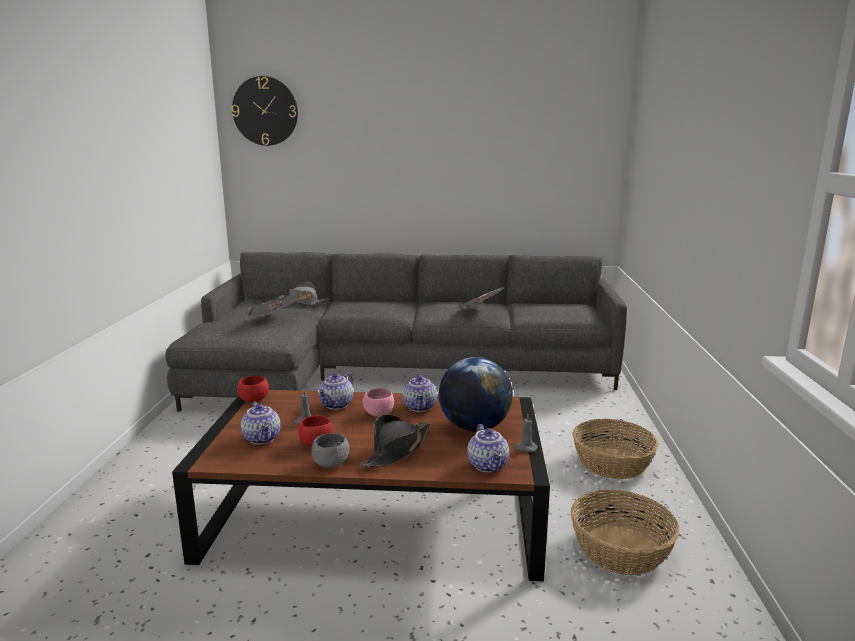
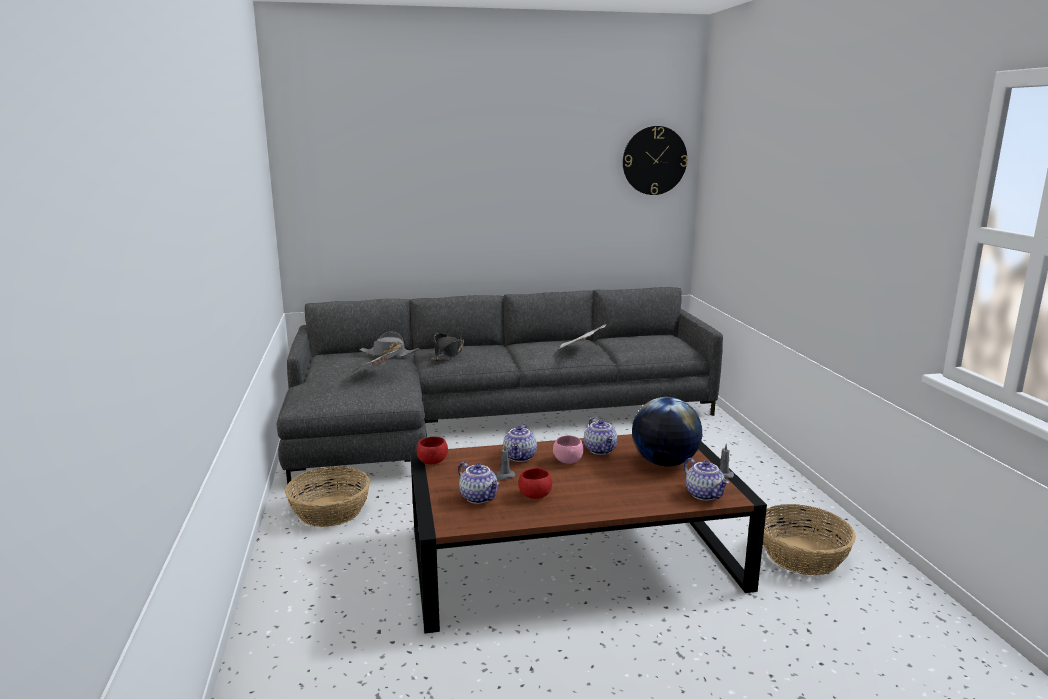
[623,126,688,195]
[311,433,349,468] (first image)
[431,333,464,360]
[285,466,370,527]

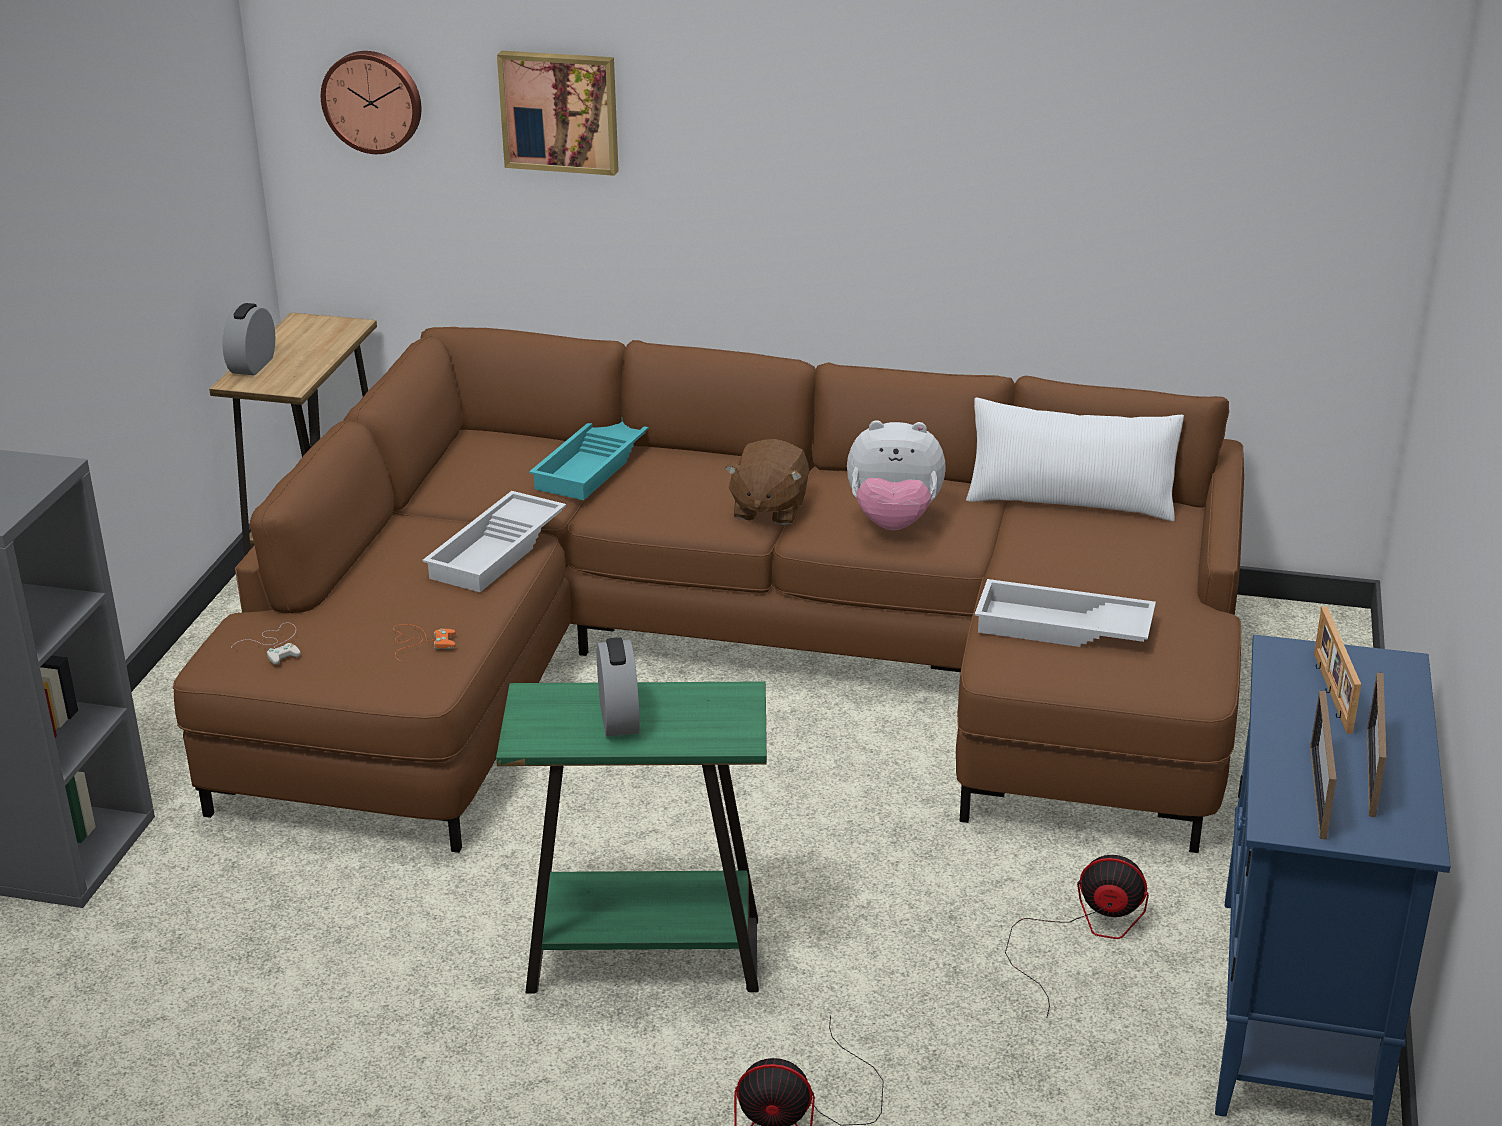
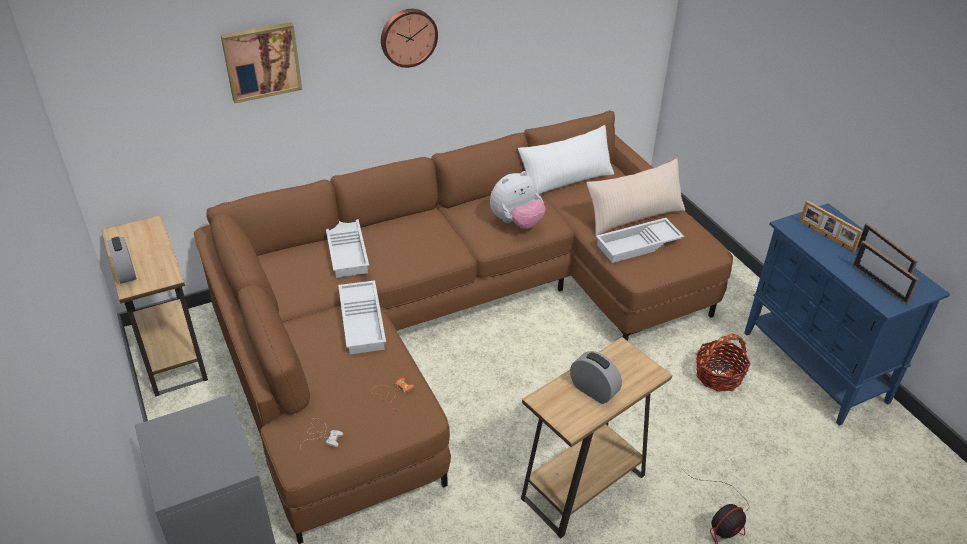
[381,9,438,68]
[521,337,672,539]
[326,219,369,278]
[725,439,809,525] (first image)
[696,333,751,392]
[586,158,685,236]

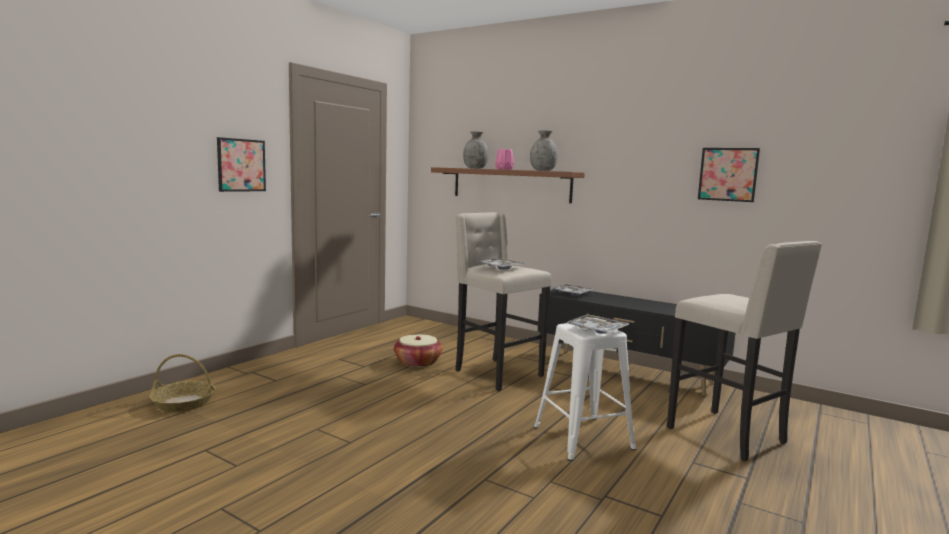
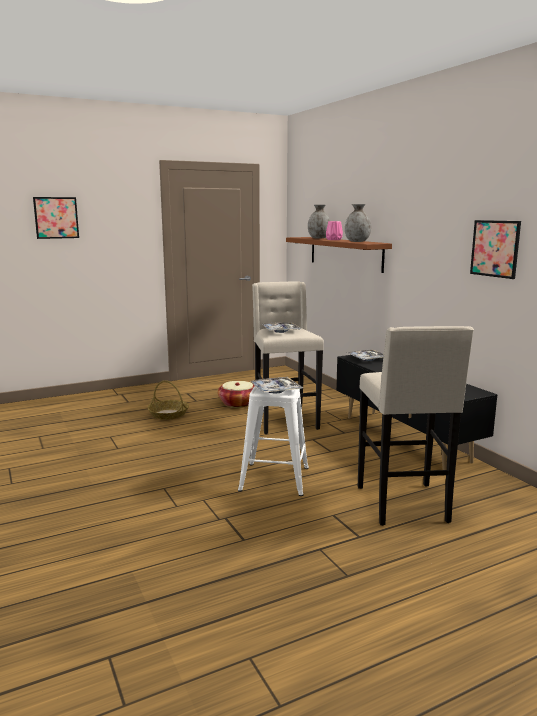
[147,380,189,420]
[33,197,79,239]

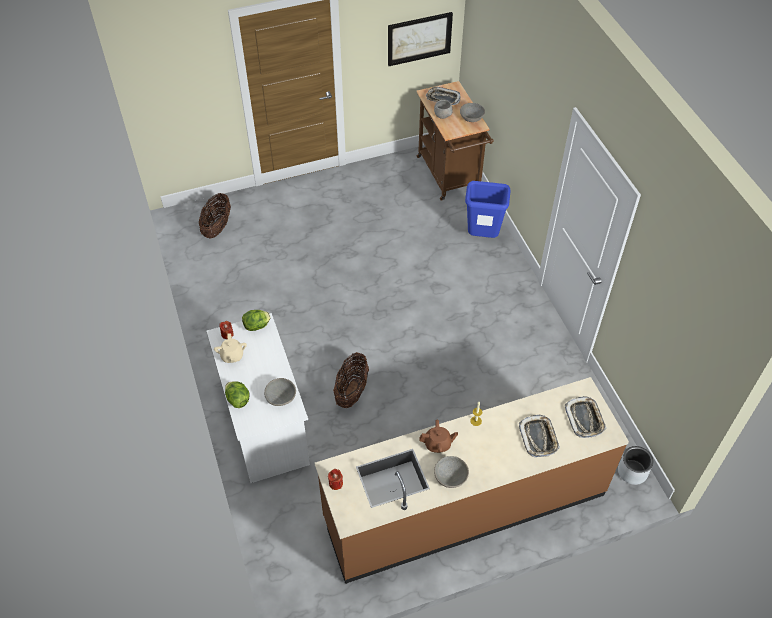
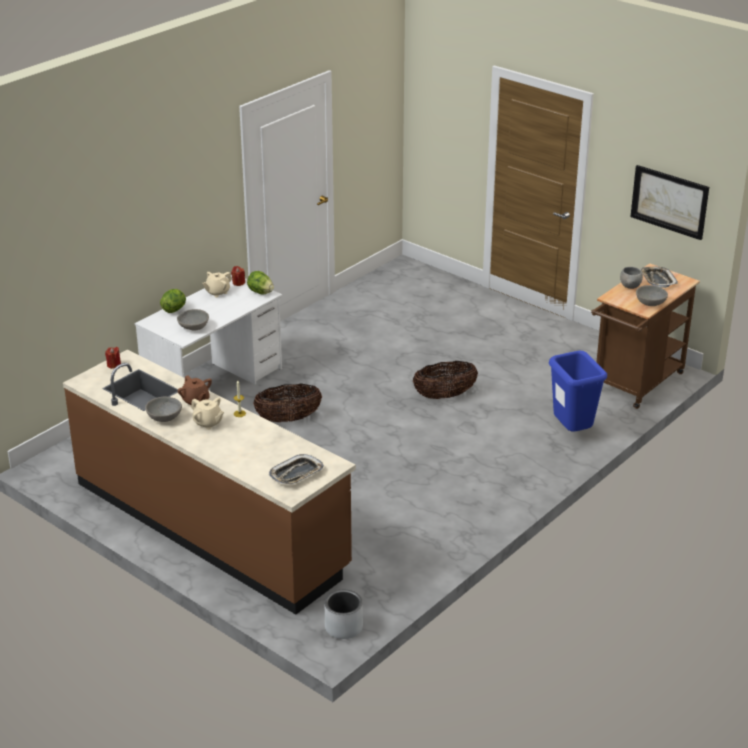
[413,361,478,399]
[519,415,560,457] (first image)
[191,397,224,430]

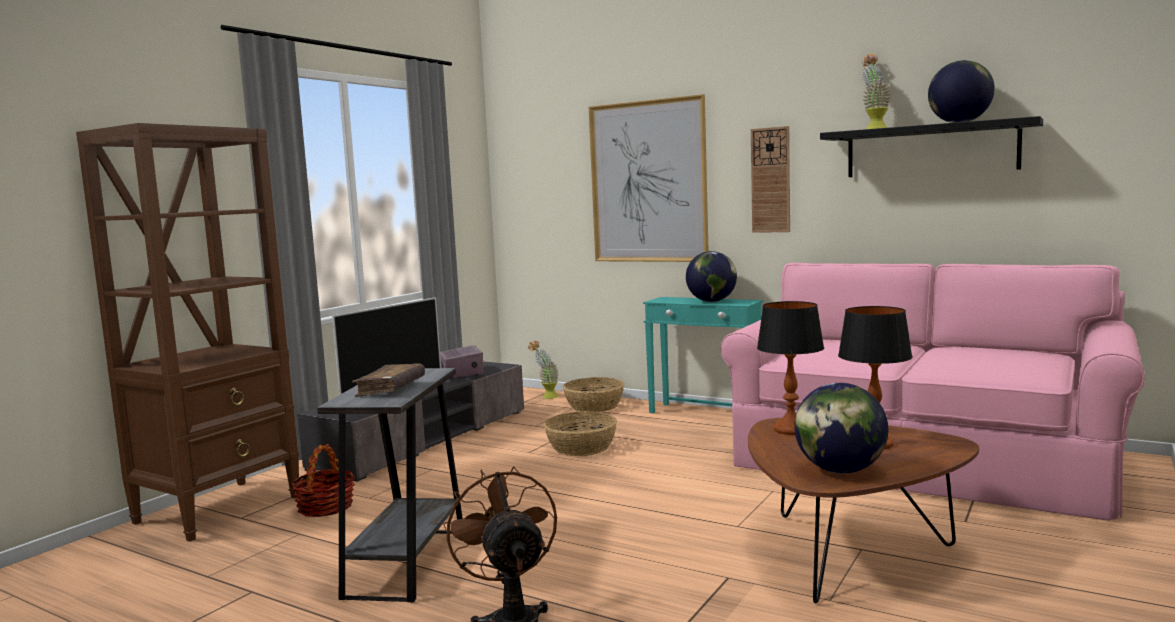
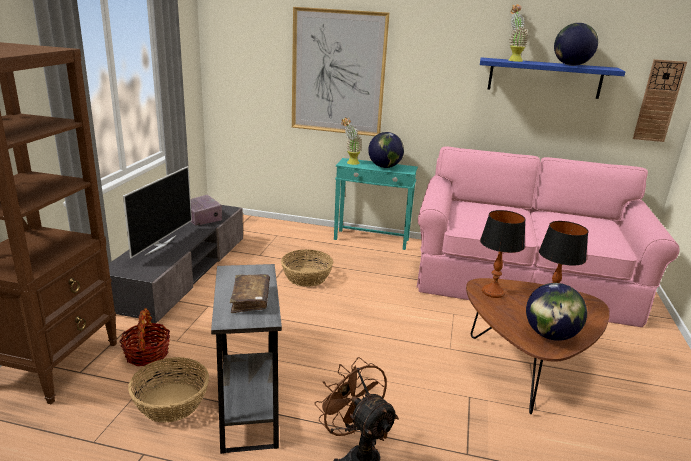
[341,117,362,165]
[128,357,209,423]
[633,59,687,142]
[480,57,626,99]

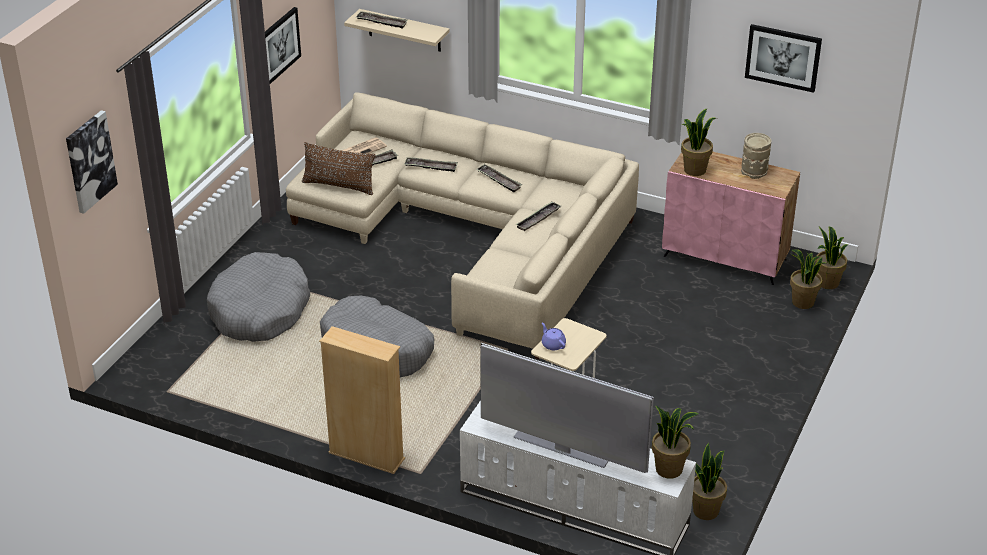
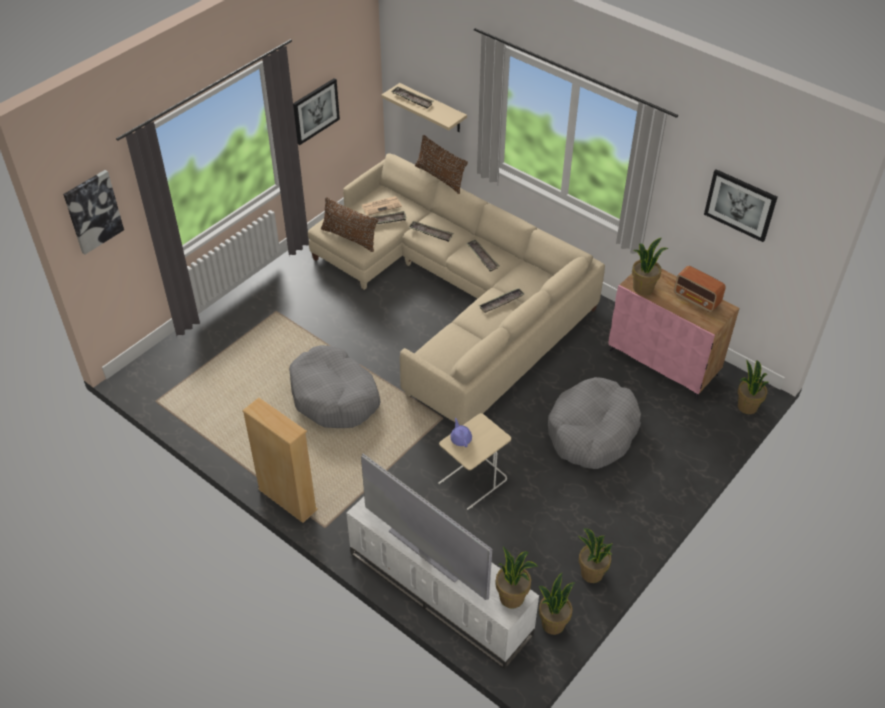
[548,377,641,469]
[674,266,726,312]
[579,528,613,583]
[415,135,468,194]

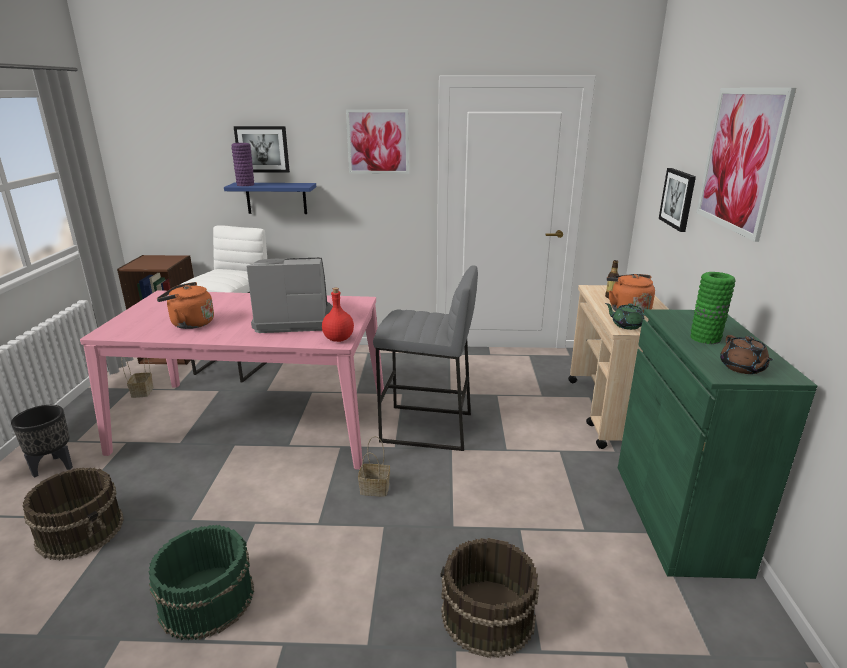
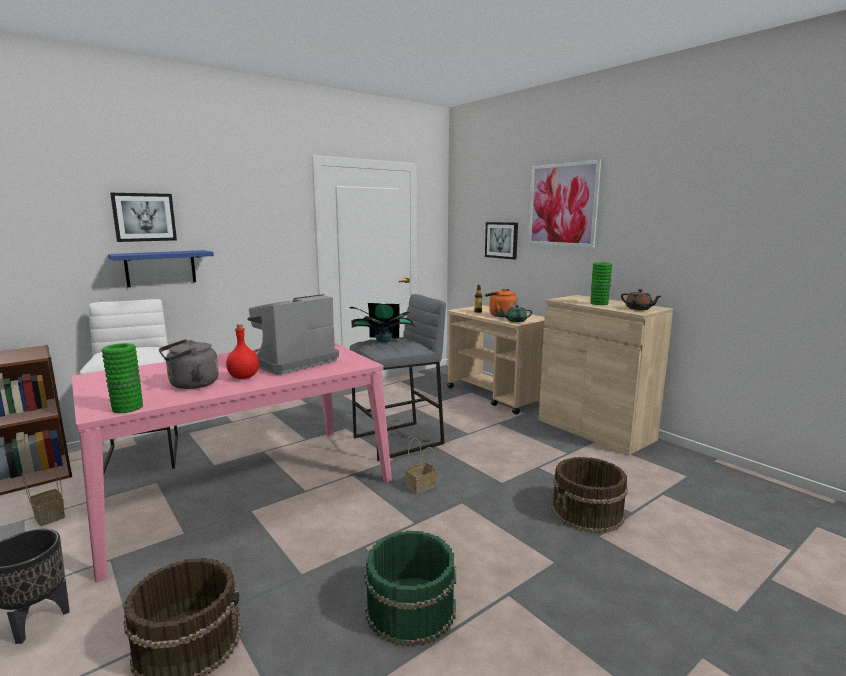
[159,339,219,389]
[231,143,254,186] (first image)
[226,324,259,379]
[346,109,409,174] (first image)
[539,295,673,455]
[102,343,143,413]
[350,303,415,342]

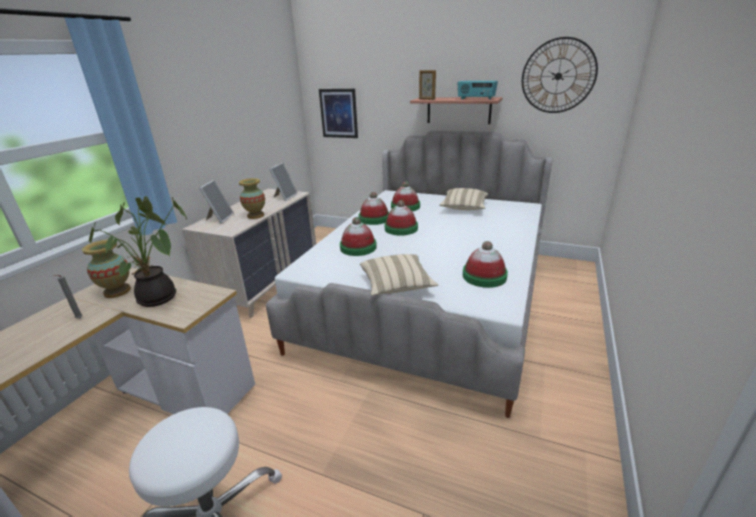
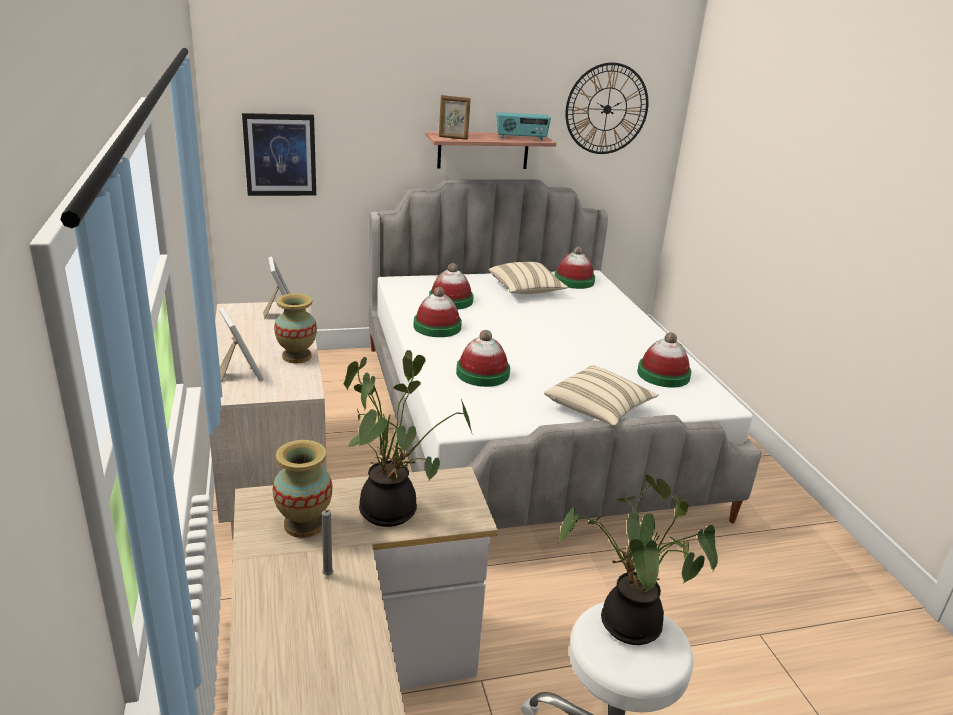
[555,246,595,289]
[558,474,718,645]

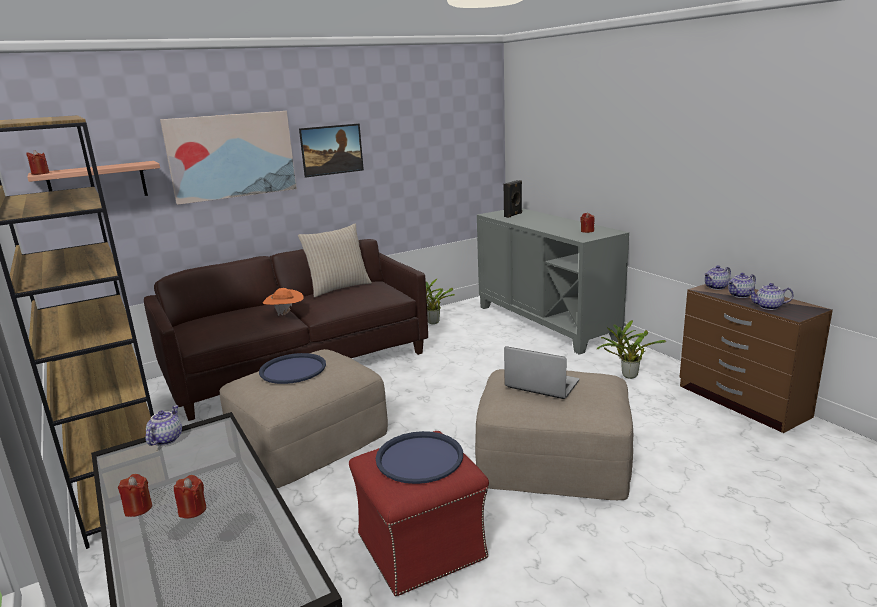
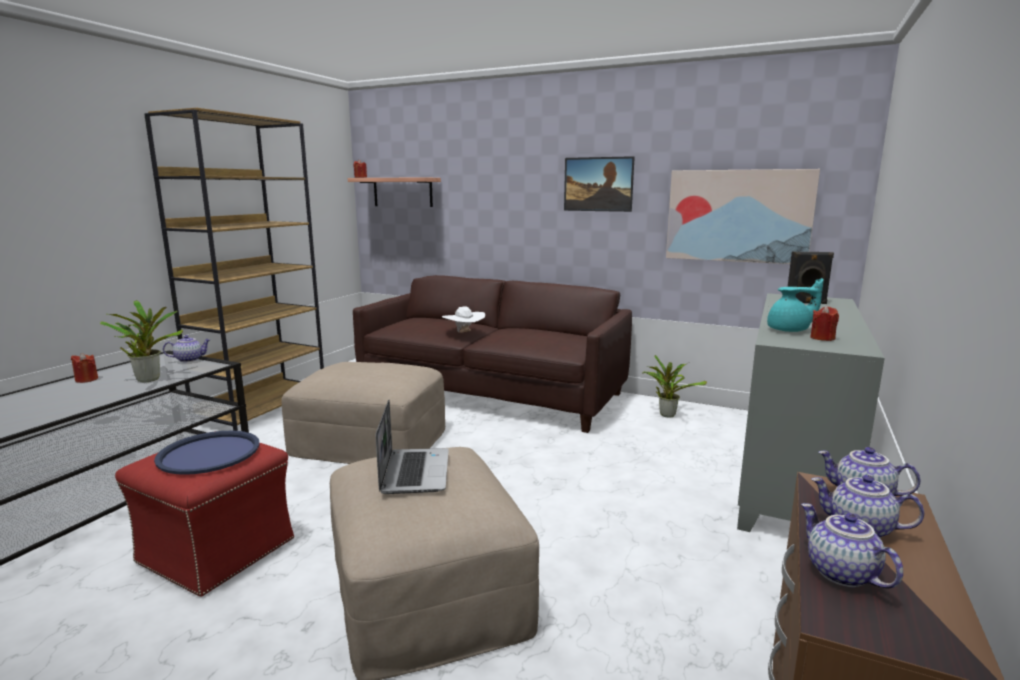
[666,169,820,264]
[174,475,206,519] (first image)
[259,353,326,384] (first image)
[442,306,485,333]
[298,223,372,297] (first image)
[100,300,183,382]
[767,278,824,332]

